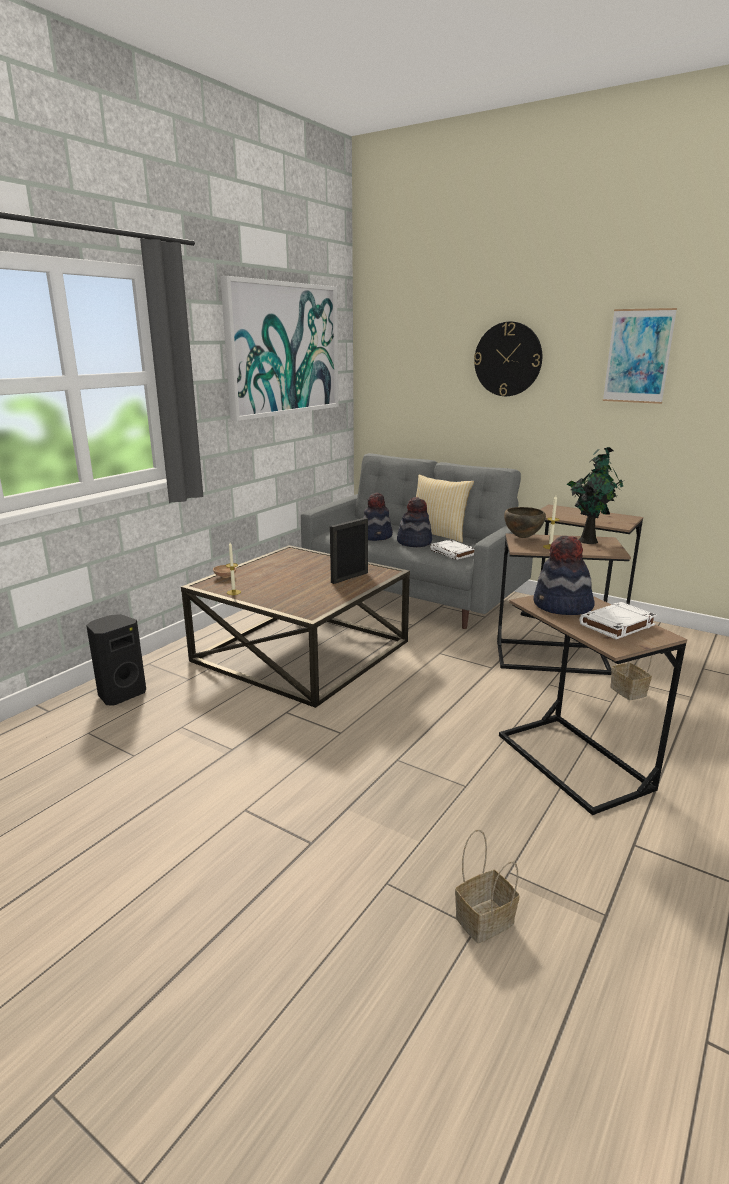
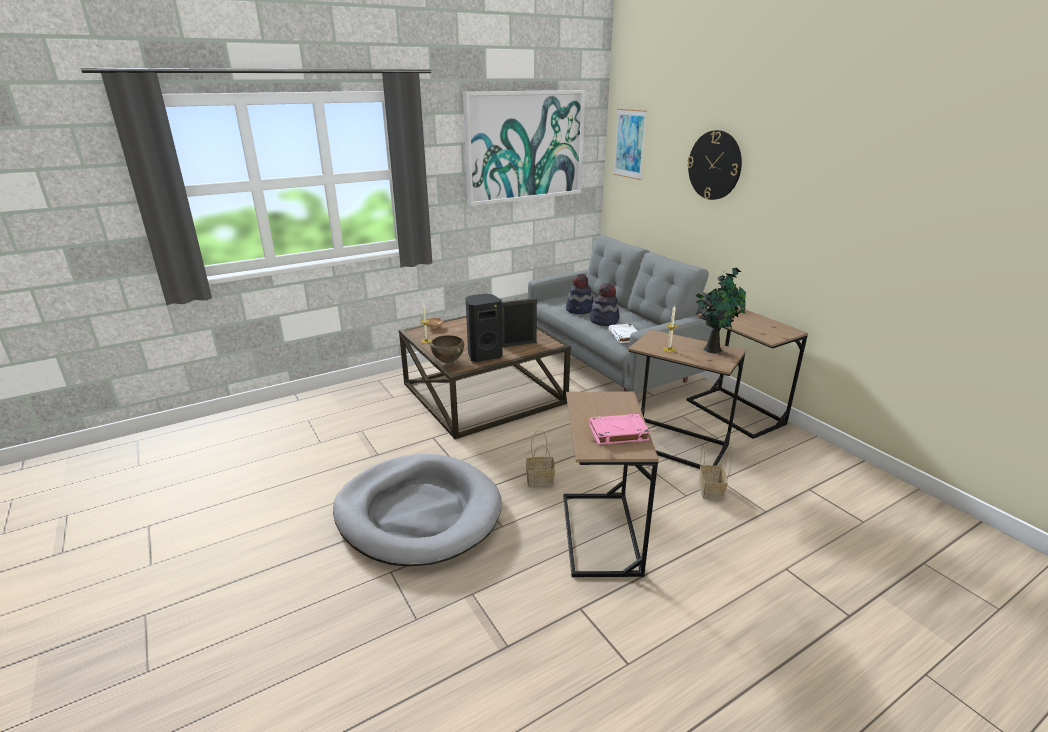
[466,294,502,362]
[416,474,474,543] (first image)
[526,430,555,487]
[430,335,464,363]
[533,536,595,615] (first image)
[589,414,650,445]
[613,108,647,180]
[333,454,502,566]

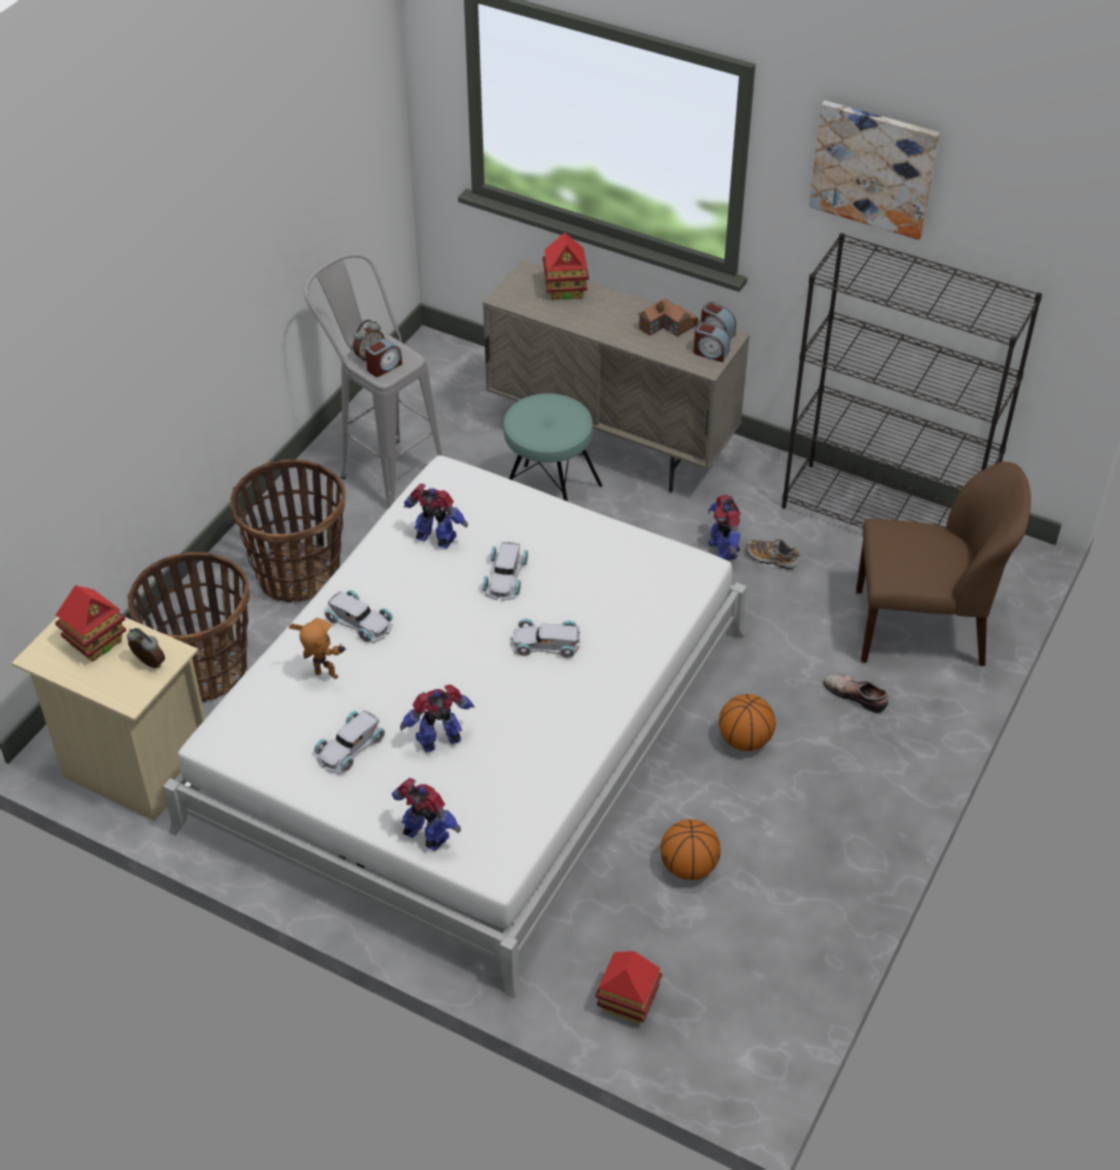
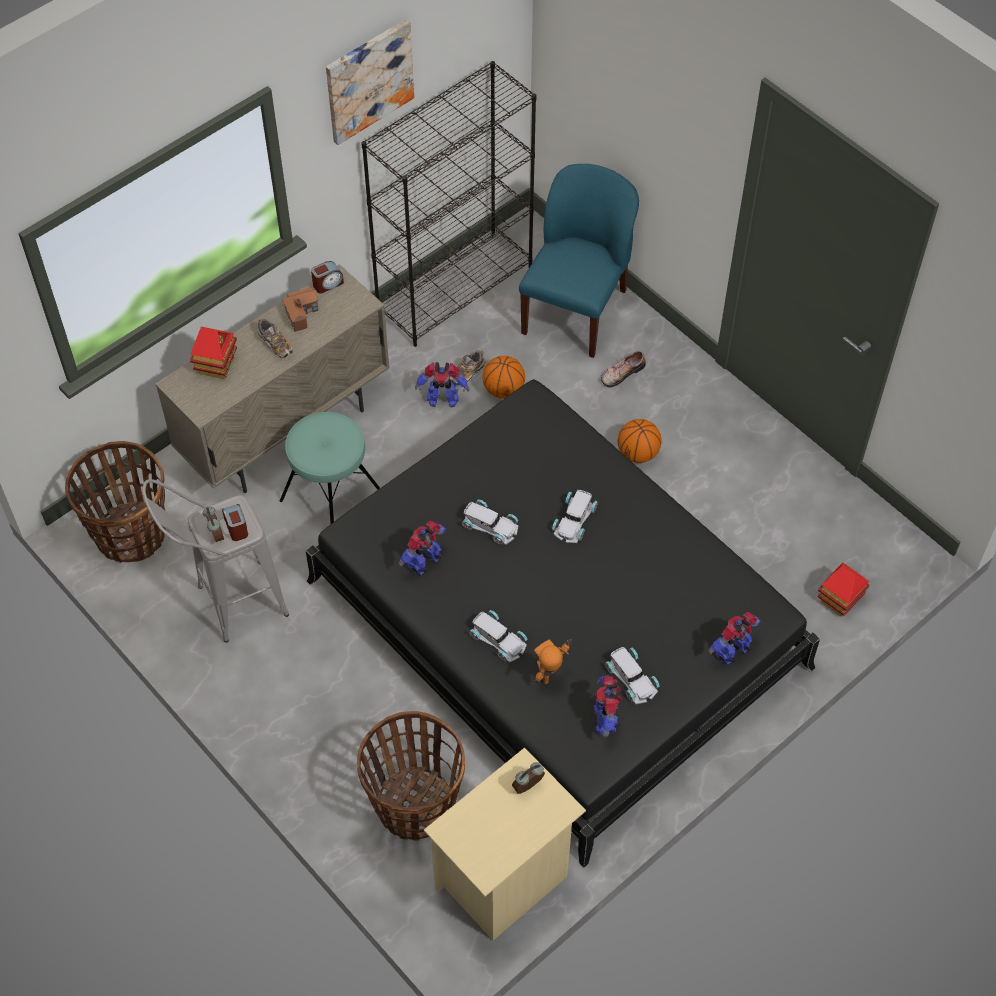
[55,585,126,662] (first image)
[305,379,820,867]
[65,441,166,563]
[469,610,527,662]
[594,675,622,737]
[482,356,525,399]
[694,322,730,362] (first image)
[519,164,639,358]
[258,318,293,358]

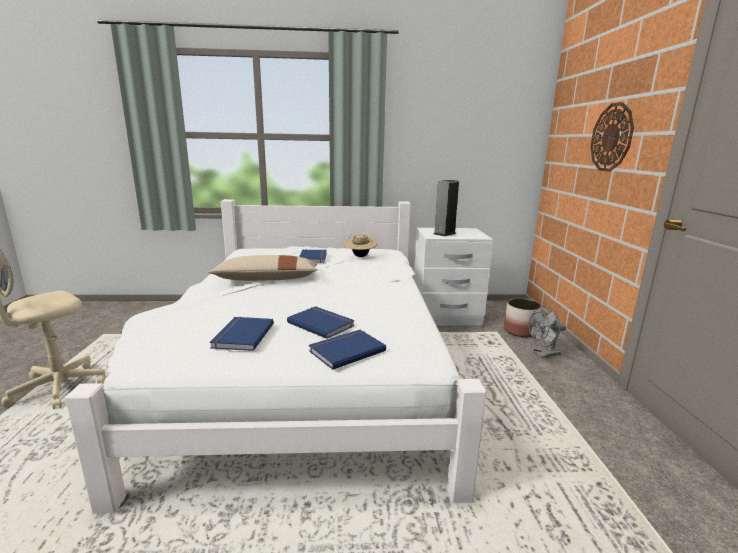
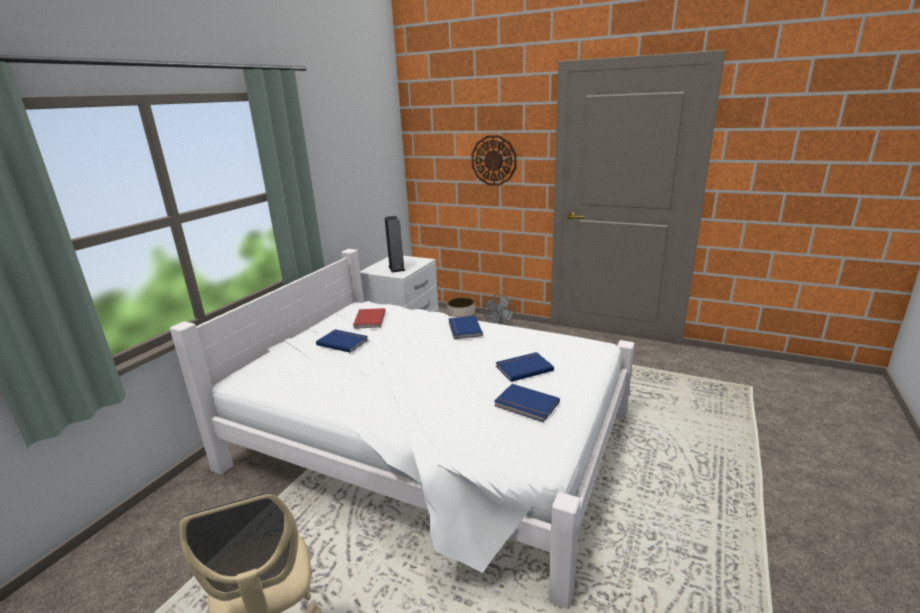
[208,255,318,281] (first image)
[448,316,483,339]
[353,308,386,329]

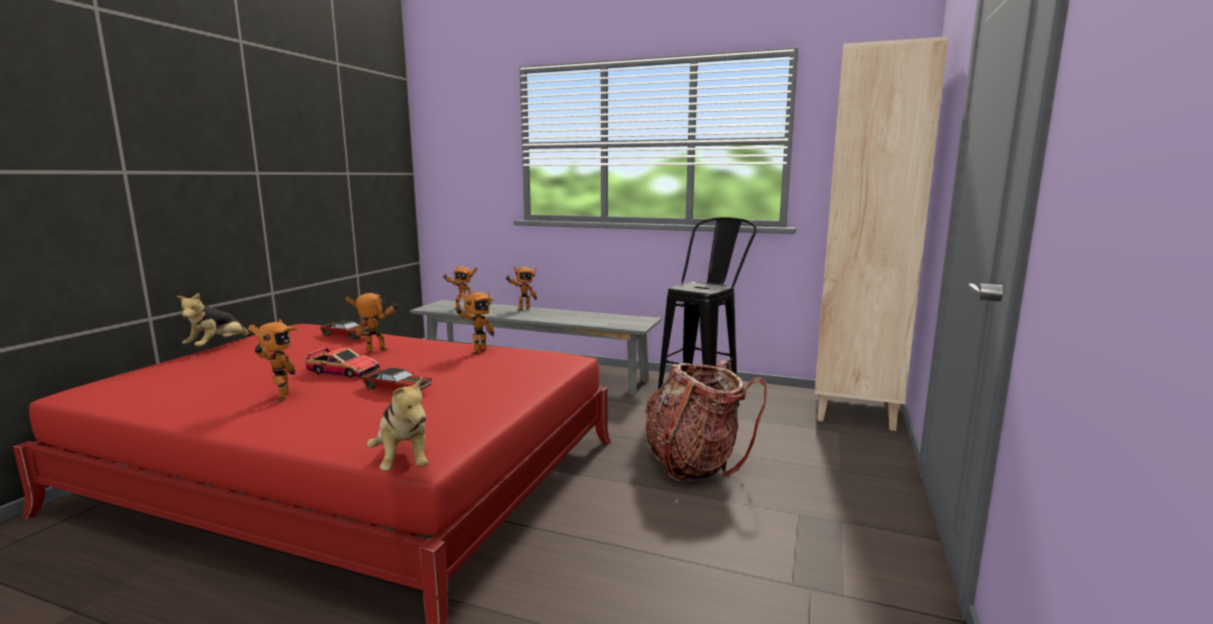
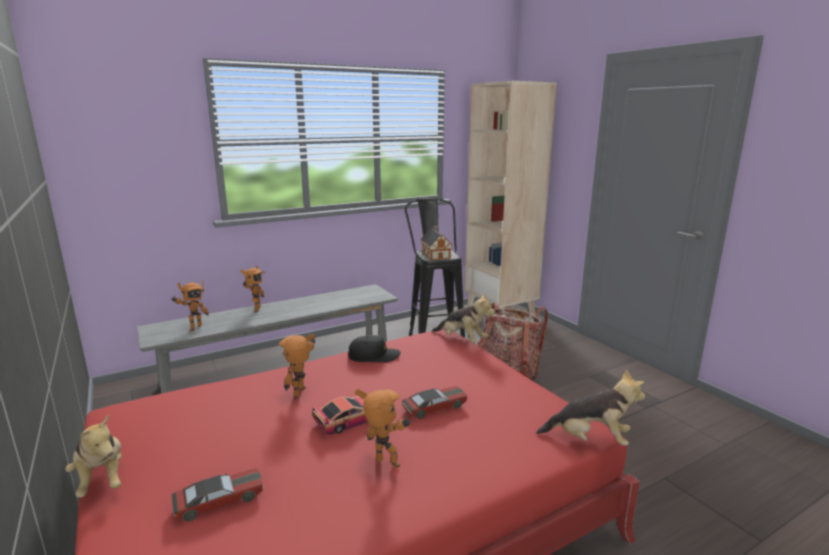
[171,468,264,522]
[348,335,400,363]
[421,226,452,260]
[432,292,495,343]

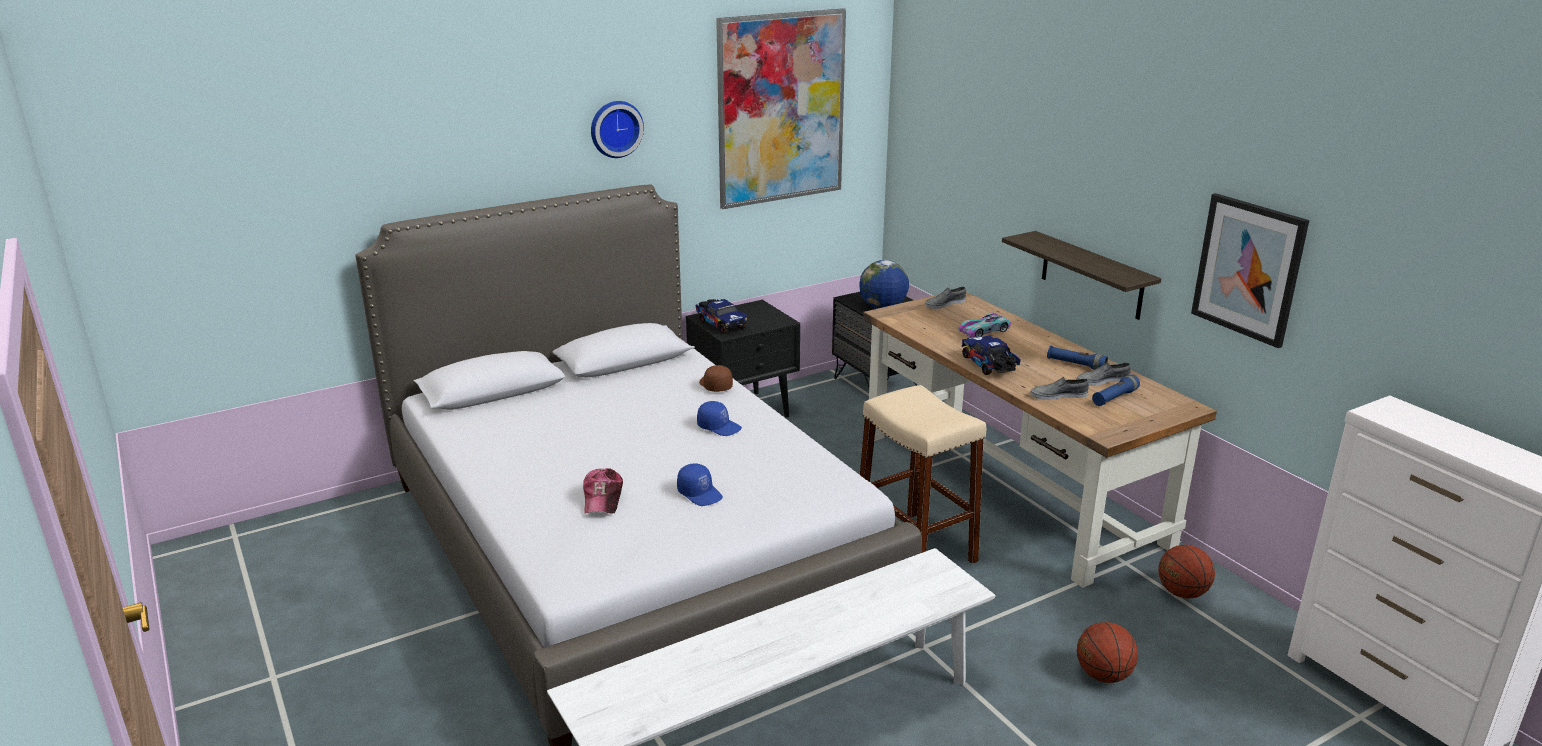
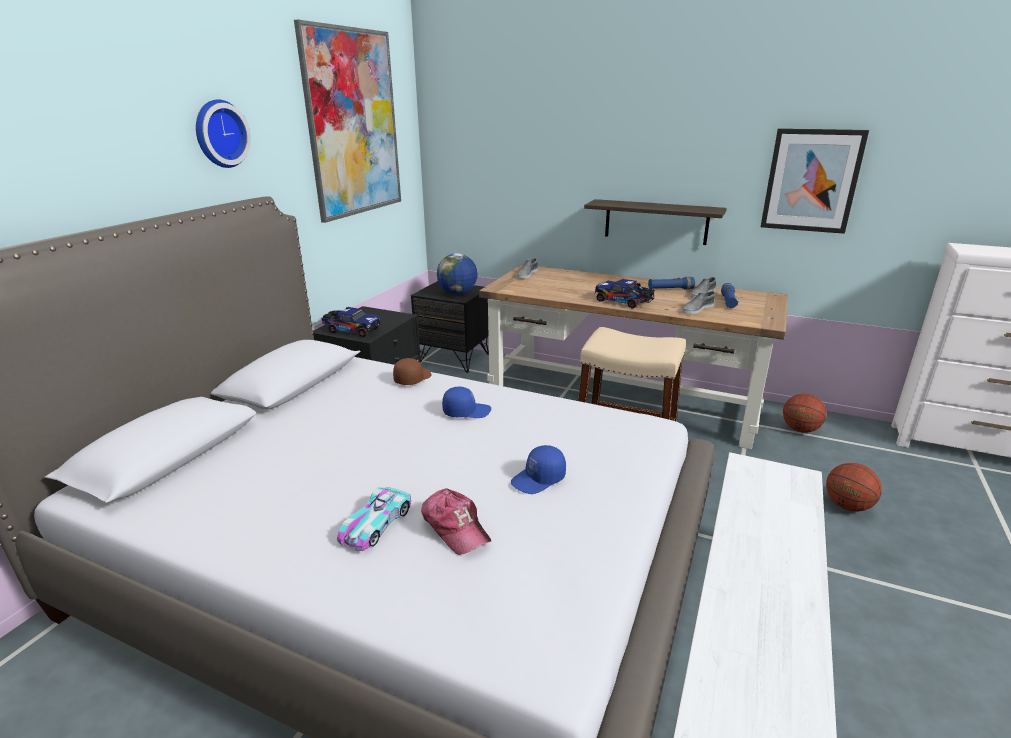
[511,445,566,494]
[393,358,431,385]
[337,487,411,551]

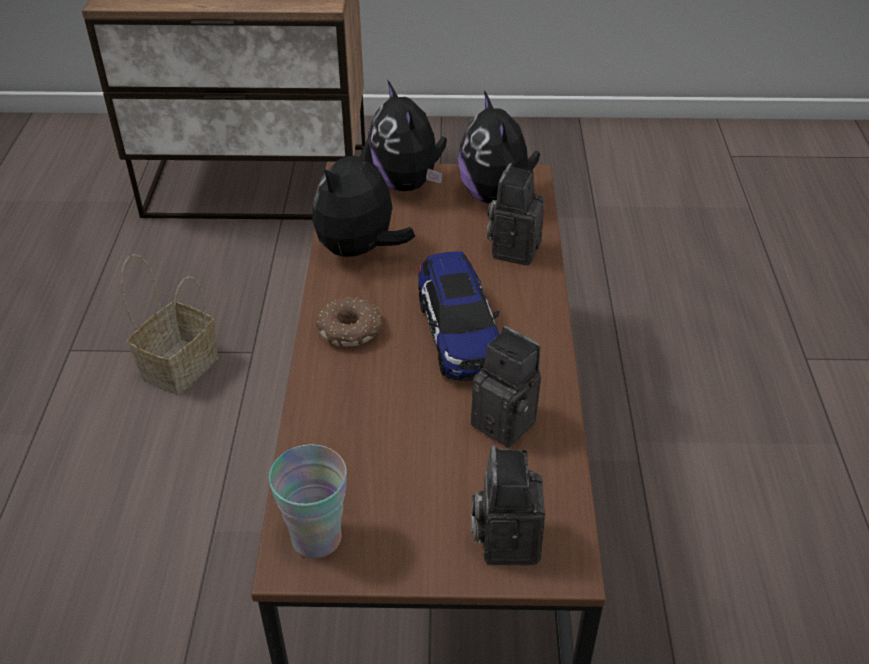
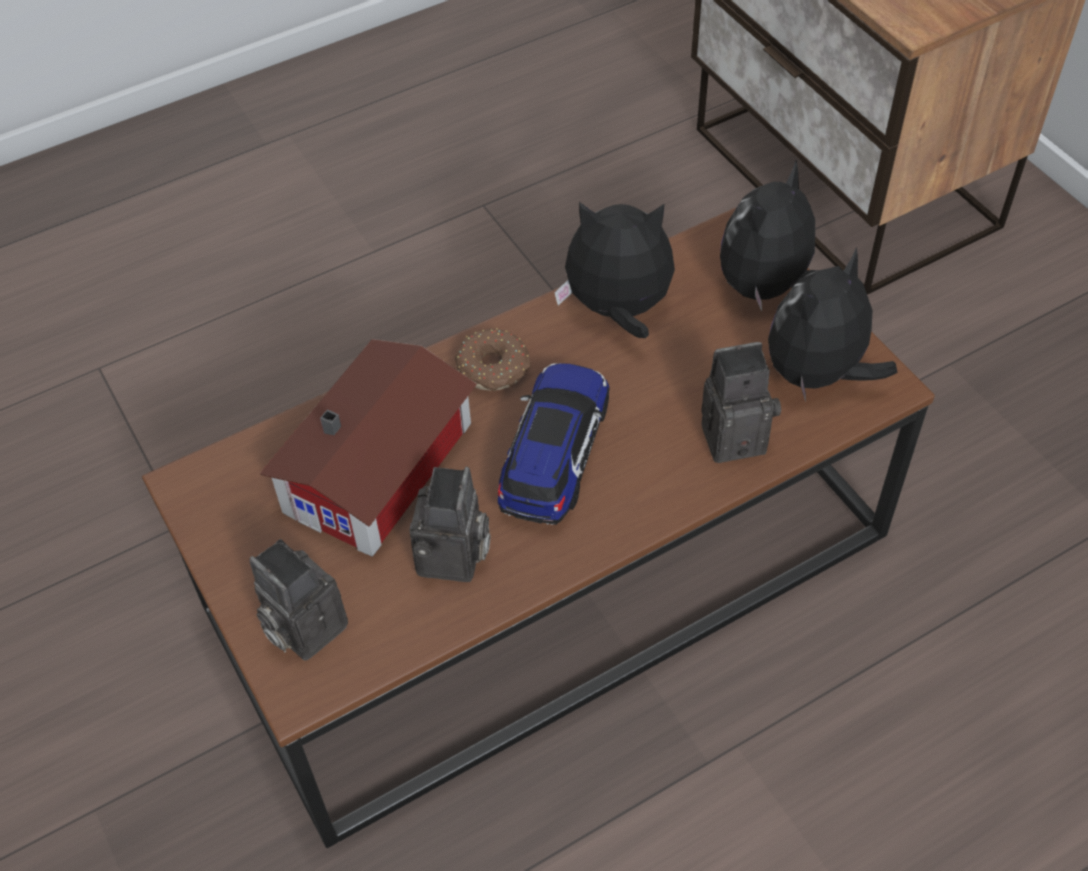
[121,254,218,395] (first image)
[269,444,347,558] (first image)
[498,363,610,525]
[249,539,348,660]
[260,339,477,557]

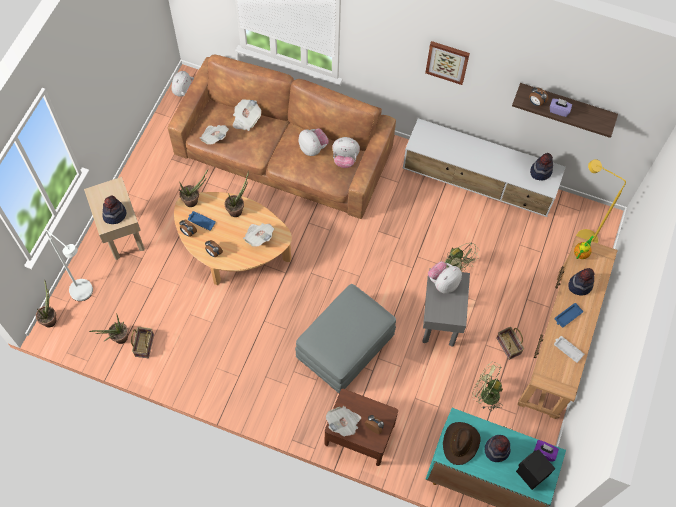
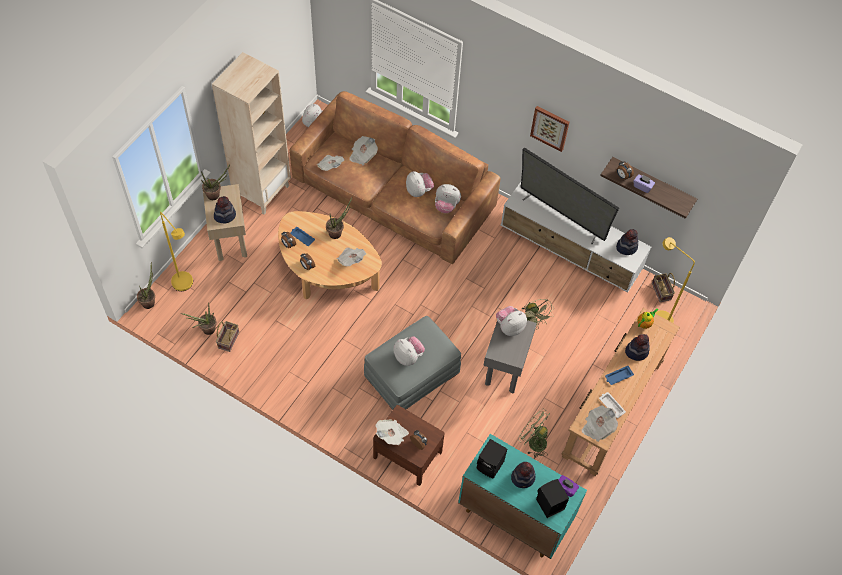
[160,212,193,291]
[201,165,230,200]
[476,439,507,479]
[652,273,675,302]
[212,52,291,215]
[394,336,425,366]
[521,148,619,244]
[581,405,618,442]

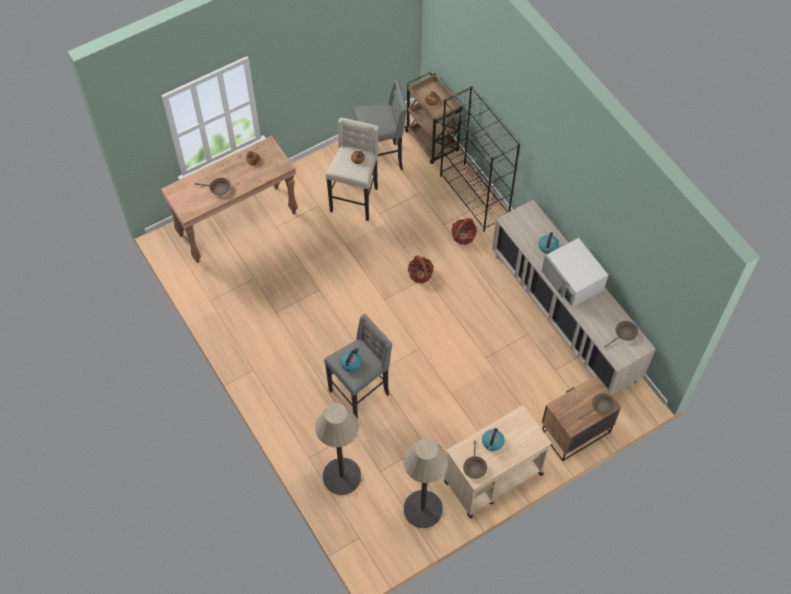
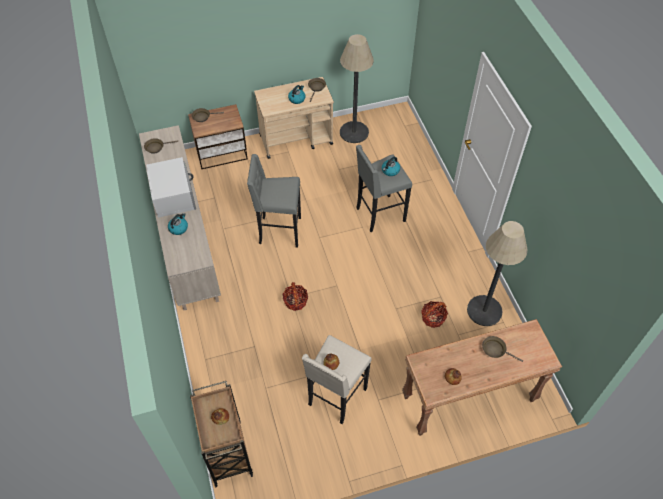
[467,221,527,326]
[247,154,301,248]
[440,86,520,232] (first image)
[421,301,448,328]

